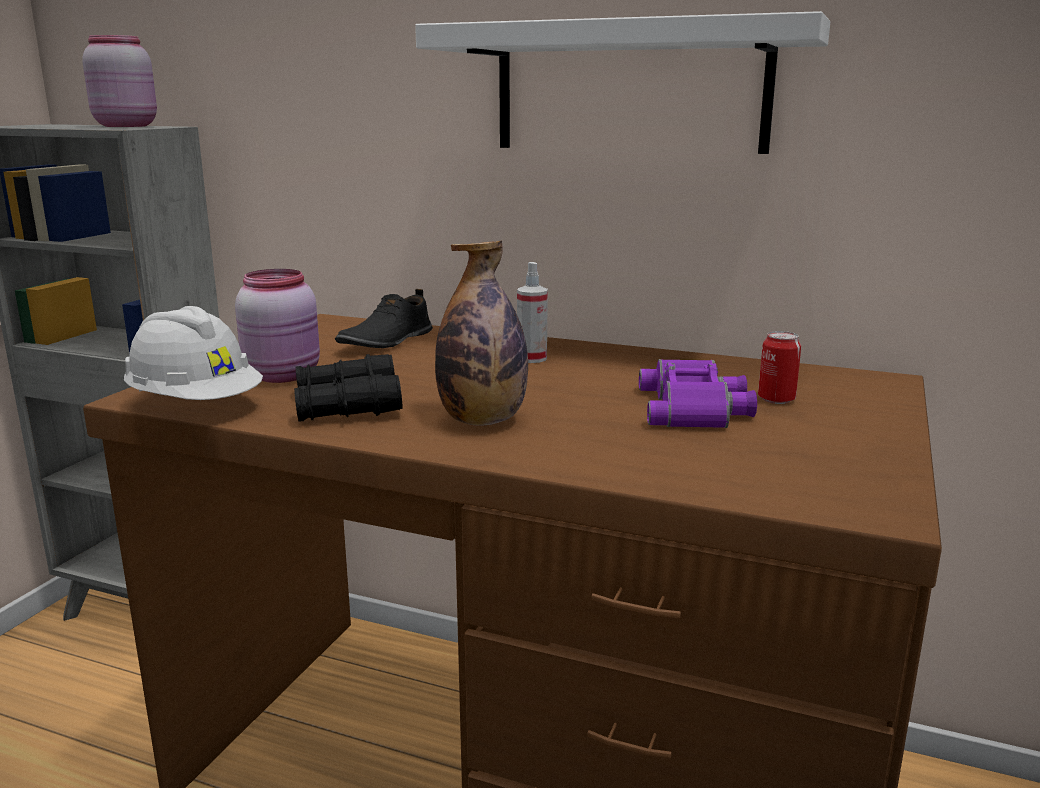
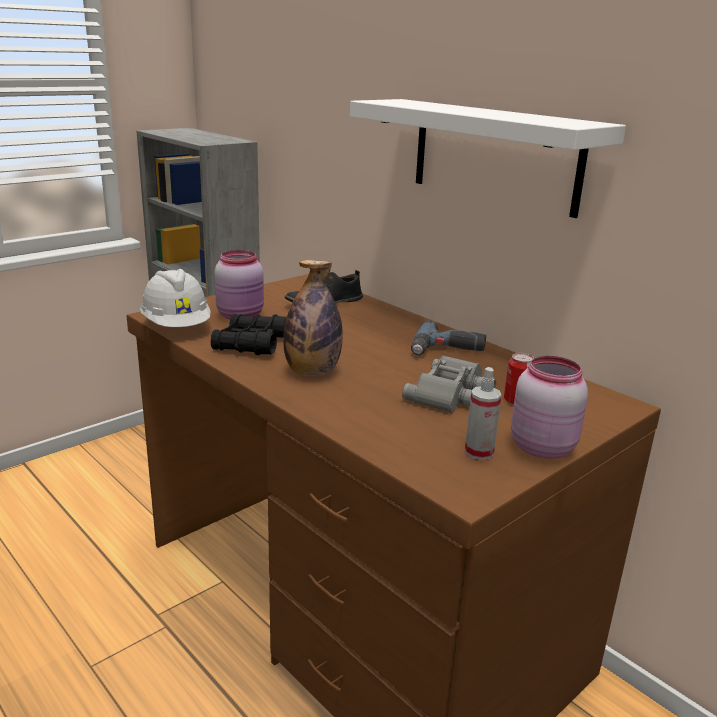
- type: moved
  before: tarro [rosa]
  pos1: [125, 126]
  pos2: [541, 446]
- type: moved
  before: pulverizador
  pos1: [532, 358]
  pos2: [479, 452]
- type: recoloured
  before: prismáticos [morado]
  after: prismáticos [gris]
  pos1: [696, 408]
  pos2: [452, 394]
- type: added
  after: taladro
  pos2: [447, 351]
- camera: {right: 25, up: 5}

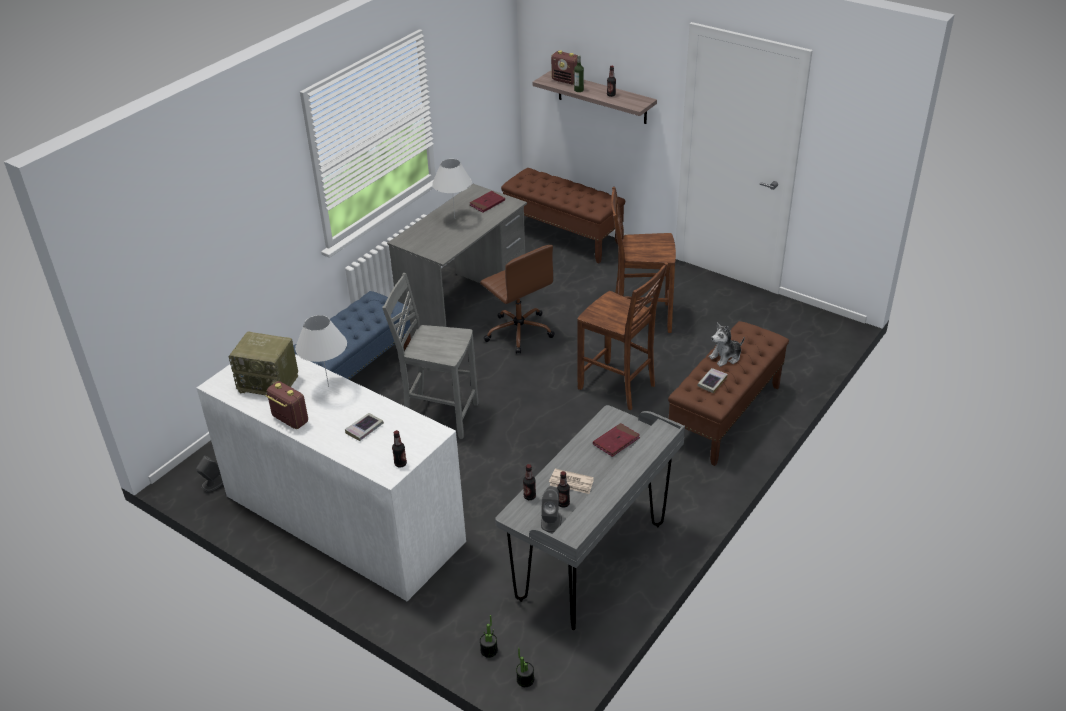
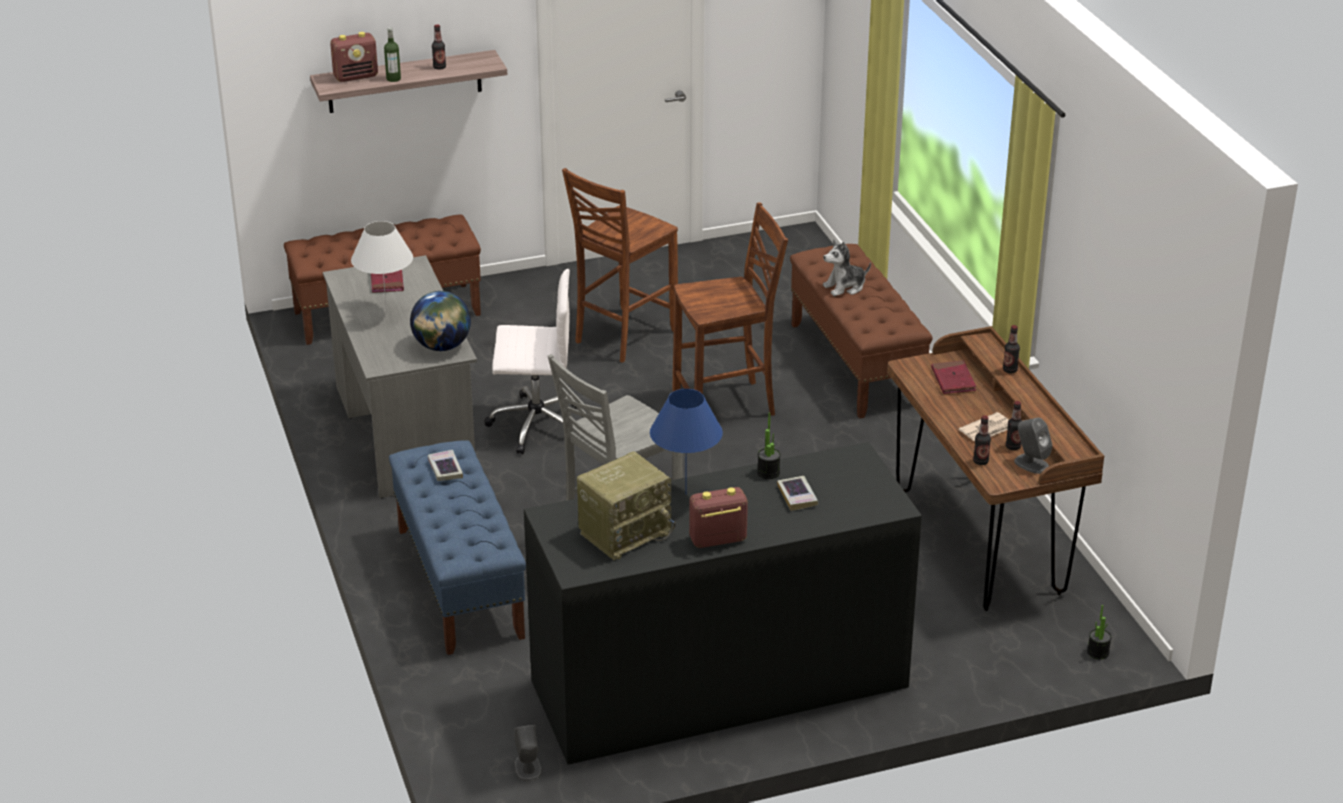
- type: recoloured
  before: silla de oficina [marrón]
  after: silla de oficina [blanco]
  pos1: [518, 331]
  pos2: [535, 424]
- type: recoloured
  before: lámpara de mesa [blanco]
  after: lámpara de mesa [azul]
  pos1: [328, 387]
  pos2: [686, 494]
- type: turned
  before: peluche
  pos1: [726, 357]
  pos2: [845, 287]
  turn: 60
- type: recoloured
  before: cómoda [blanco]
  after: cómoda [negro]
  pos1: [343, 518]
  pos2: [719, 684]
- type: moved
  before: libro
  pos1: [712, 382]
  pos2: [445, 469]
- type: recoloured
  before: escritorio [gris]
  after: escritorio [marrón]
  pos1: [592, 562]
  pos2: [979, 542]
- type: moved
  before: botella
  pos1: [400, 464]
  pos2: [1010, 370]
- type: moved
  before: planta en maceta
  pos1: [489, 650]
  pos2: [768, 473]
- type: added
  after: globo terráqueo
  pos2: [442, 346]
- camera: {right: -55, up: -5}

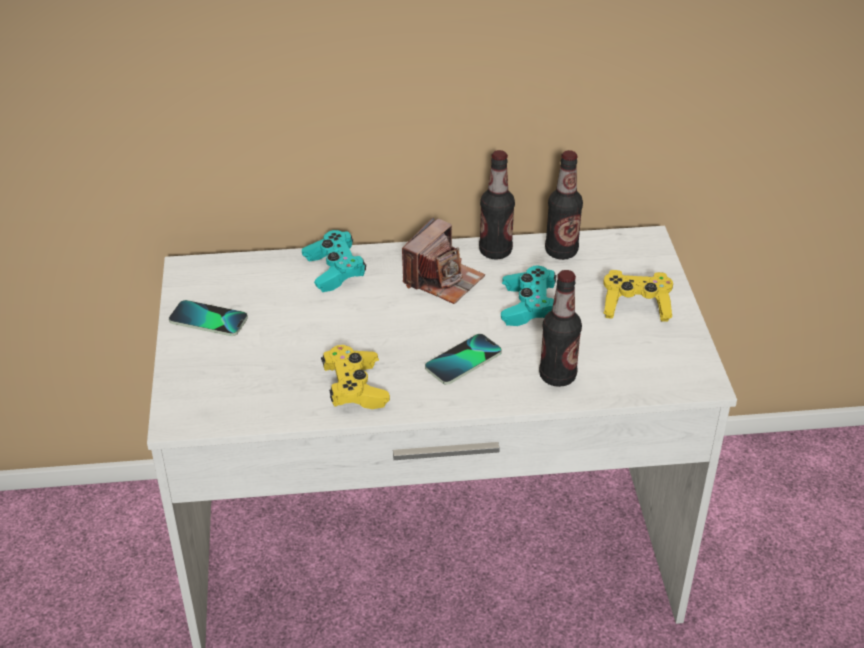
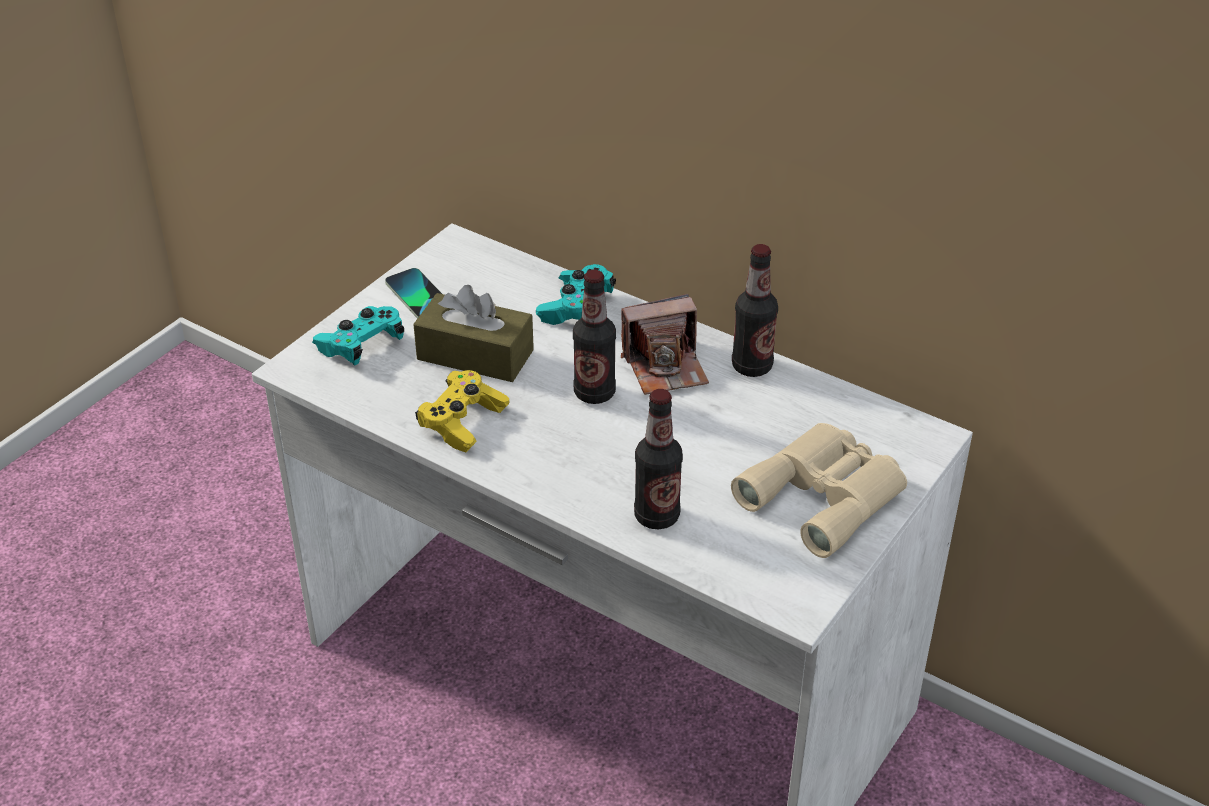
- type: moved
  before: botella
  pos1: [561, 251]
  pos2: [594, 393]
- type: moved
  before: mando de consola [turquesa]
  pos1: [528, 306]
  pos2: [361, 346]
- type: replaced
  before: mando de consola [amarillo]
  after: prismáticos [beis]
  pos1: [635, 306]
  pos2: [826, 495]
- type: removed
  before: móvil
  pos1: [463, 360]
- type: added
  after: caja de pañuelos [marrón]
  pos2: [475, 355]
- camera: {right: 40, up: 0}

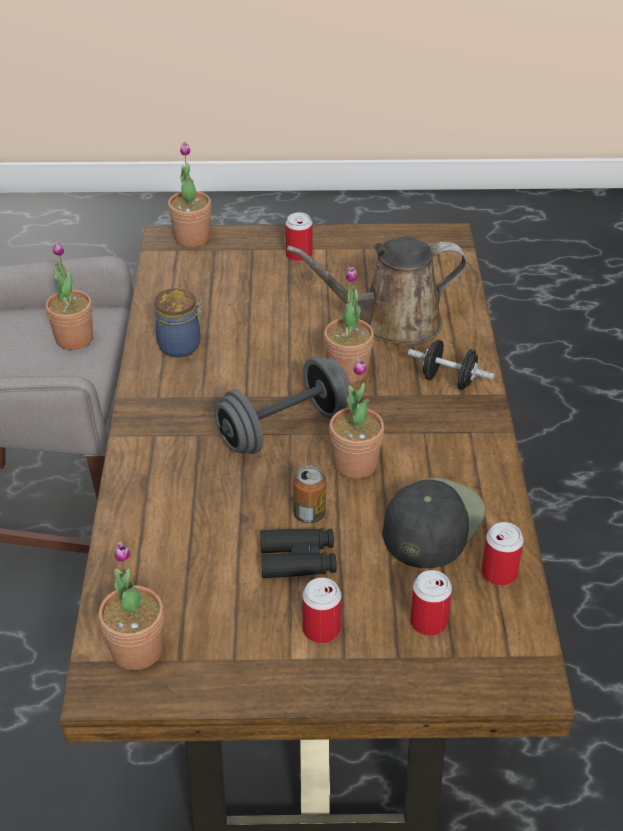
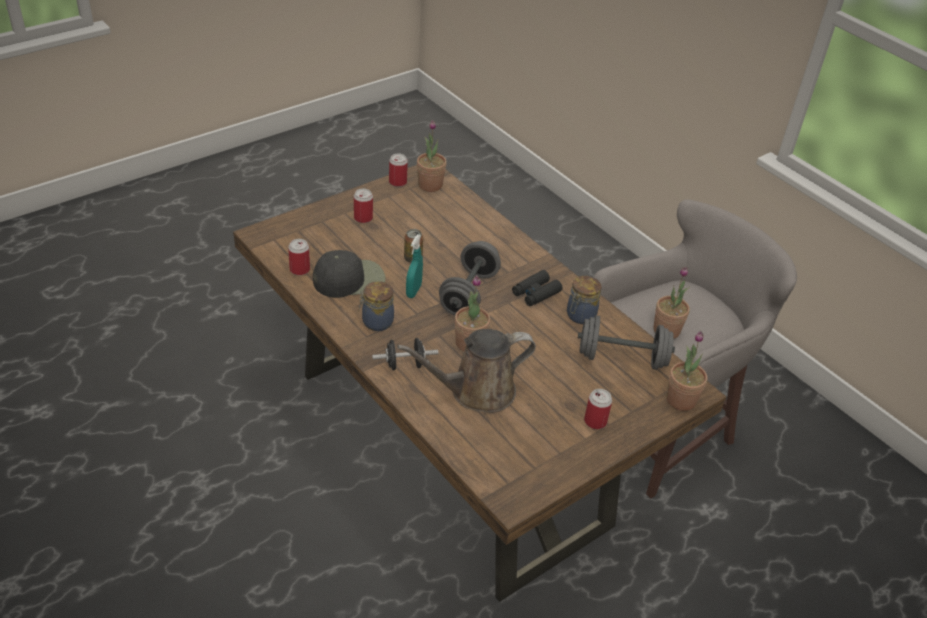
- type: turned
  before: regadera [marrón]
  pos1: [392, 323]
  pos2: [476, 391]
  turn: -150
- type: replaced
  before: planta en maceta
  after: pulverizador [turquesa]
  pos1: [355, 464]
  pos2: [413, 291]
- type: turned
  before: gorra [negro]
  pos1: [432, 522]
  pos2: [349, 279]
  turn: -105
- type: moved
  before: prismáticos [negro]
  pos1: [298, 559]
  pos2: [536, 293]
- type: moved
  before: lata
  pos1: [428, 622]
  pos2: [397, 182]
- type: added
  after: tarro
  pos2: [376, 322]
- type: added
  after: mancuerna [gris]
  pos2: [622, 358]
- camera: {right: 140, up: 0}

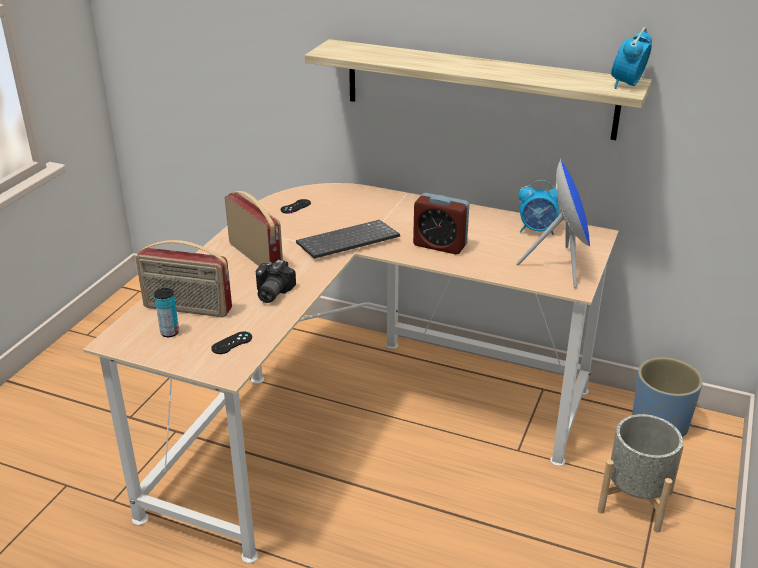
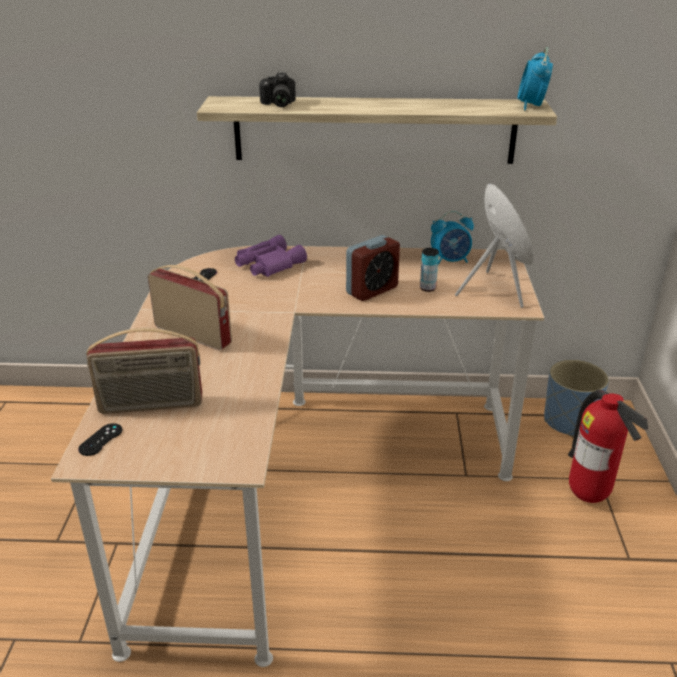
- type: turned
  before: despertador
  pos1: [440, 245]
  pos2: [372, 290]
  turn: -45
- type: removed
  before: teclado
  pos1: [347, 242]
- type: moved
  before: cámara
  pos1: [270, 293]
  pos2: [277, 104]
- type: moved
  before: lata
  pos1: [169, 332]
  pos2: [427, 288]
- type: moved
  before: mando de consola [negro]
  pos1: [232, 343]
  pos2: [100, 439]
- type: replaced
  before: maceta [gris]
  after: extintor
  pos1: [635, 501]
  pos2: [589, 496]
- type: added
  after: prismáticos [morado]
  pos2: [267, 264]
- camera: {right: -20, up: 0}

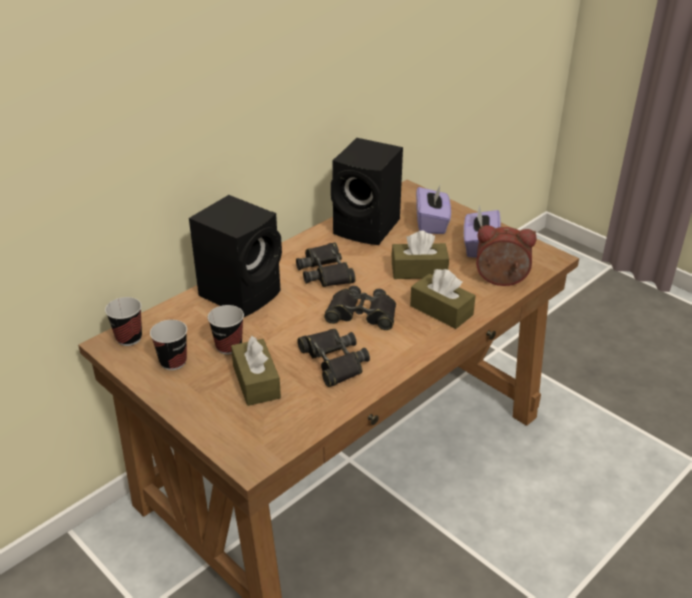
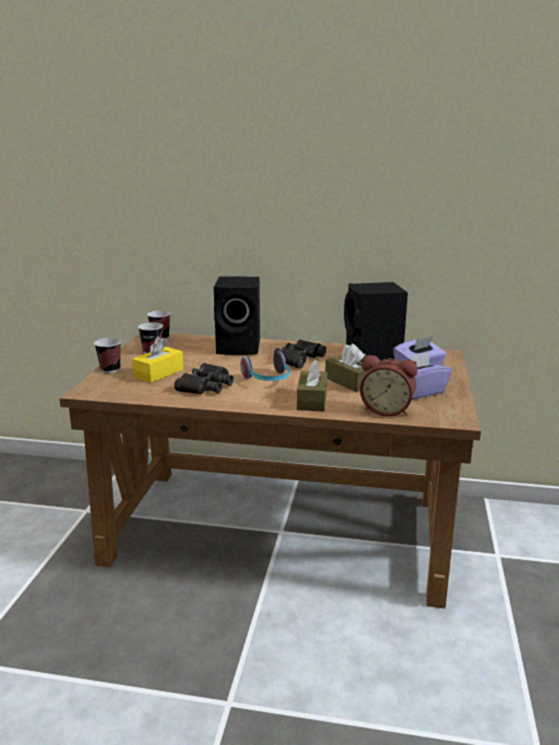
- type: turned
  before: despertador
  pos1: [501, 280]
  pos2: [387, 410]
  turn: 135
- type: replaced
  before: prismáticos [negro]
  after: auriculares
  pos1: [362, 314]
  pos2: [268, 380]
- type: moved
  before: taza
  pos1: [229, 346]
  pos2: [110, 369]
- type: recoloured
  before: caja de pañuelos [marrón]
  after: caja de pañuelos [amarillo]
  pos1: [256, 382]
  pos2: [159, 373]
- camera: {right: 55, up: -15}

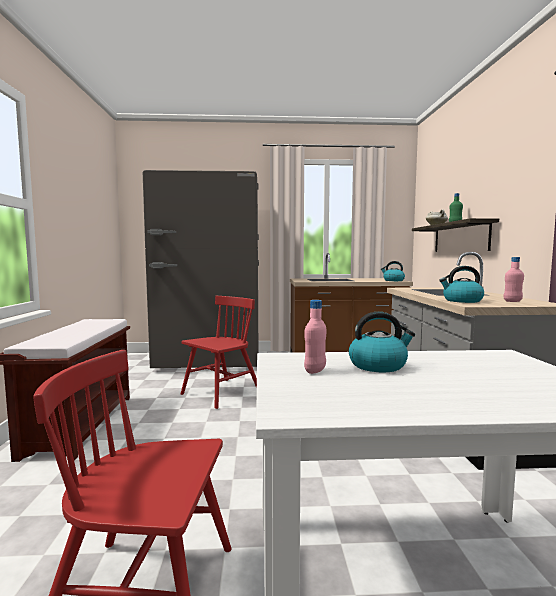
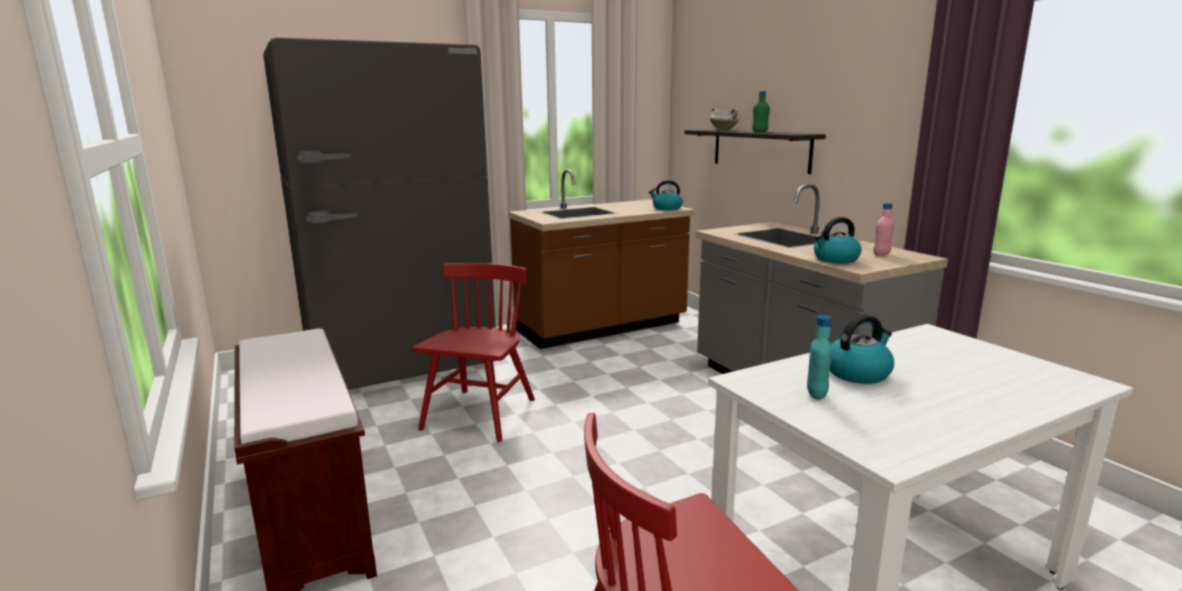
- type: recoloured
  before: botella [rosa]
  after: botella [turquesa]
  pos1: [315, 371]
  pos2: [816, 394]
- camera: {right: -25, up: 10}

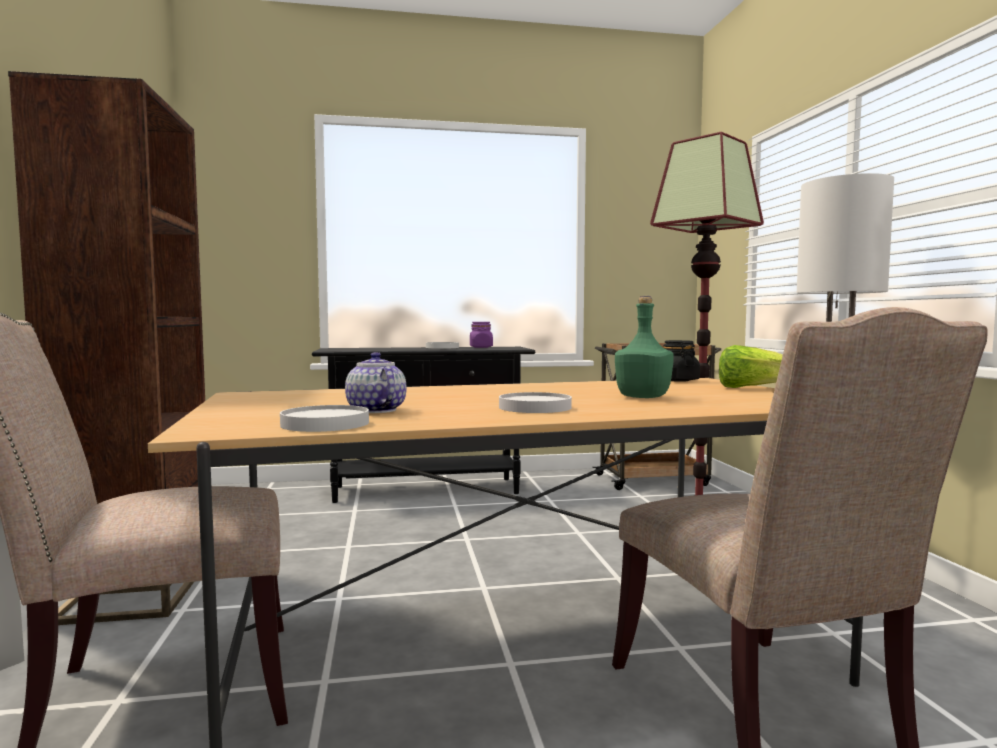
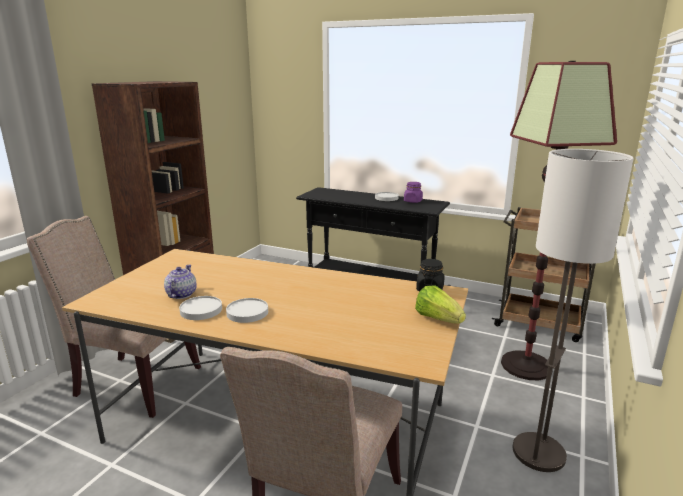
- type: removed
  before: botella [verde]
  pos1: [644, 397]
- type: moved
  before: plato [blanco]
  pos1: [325, 424]
  pos2: [201, 310]
- camera: {right: 35, up: 15}

